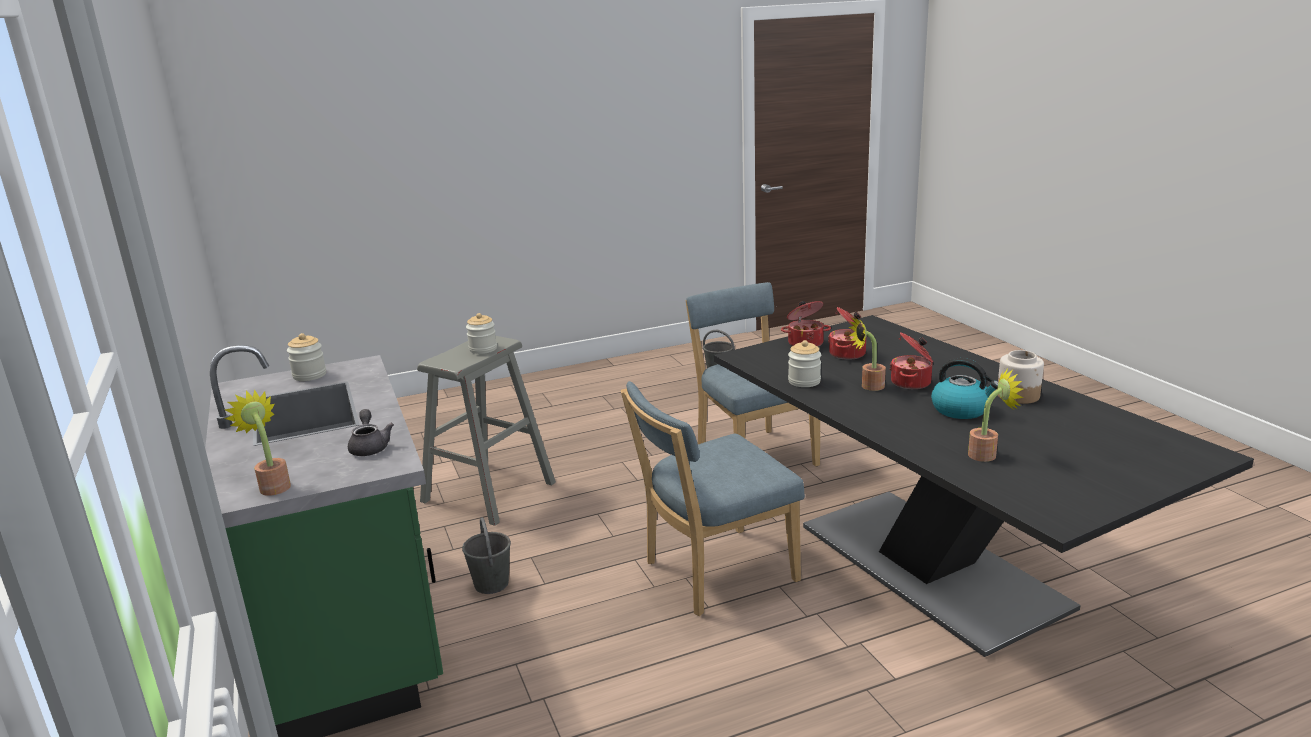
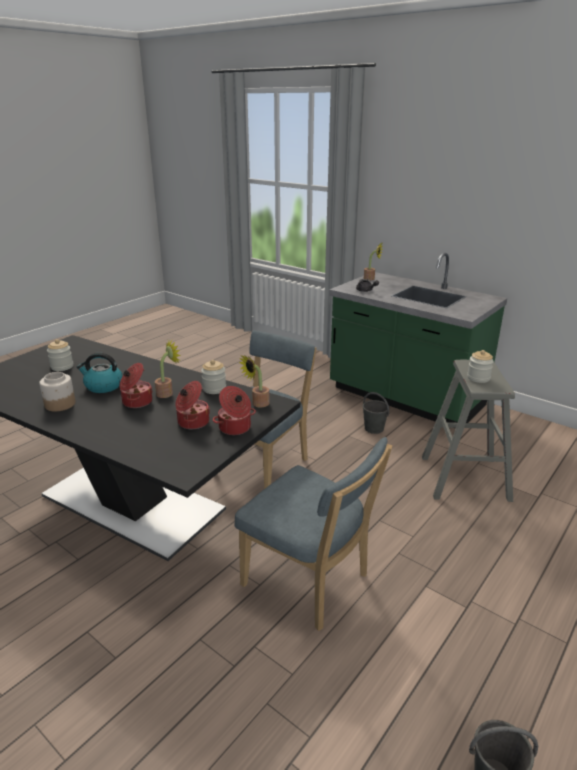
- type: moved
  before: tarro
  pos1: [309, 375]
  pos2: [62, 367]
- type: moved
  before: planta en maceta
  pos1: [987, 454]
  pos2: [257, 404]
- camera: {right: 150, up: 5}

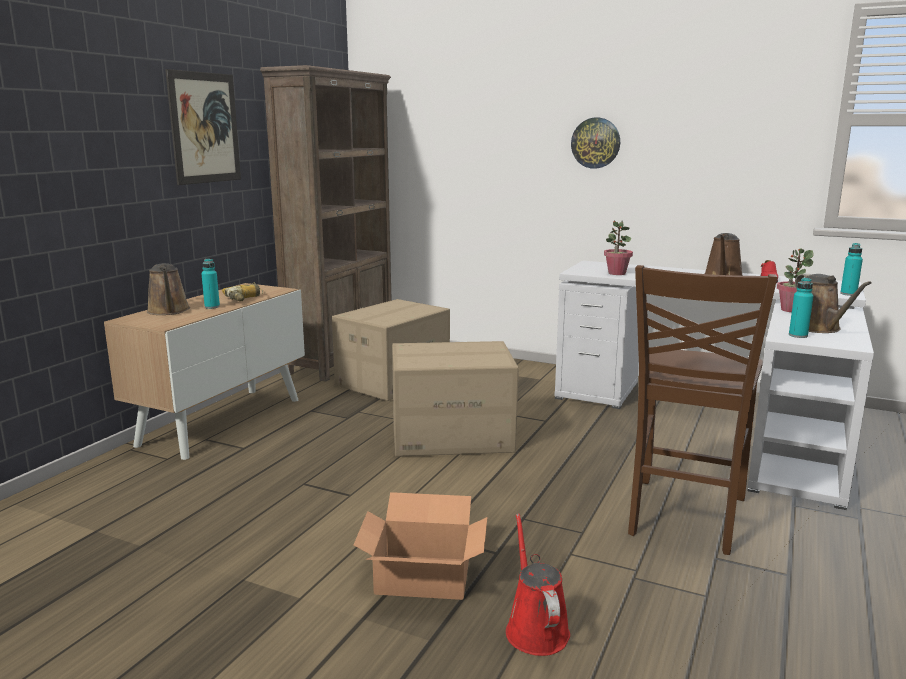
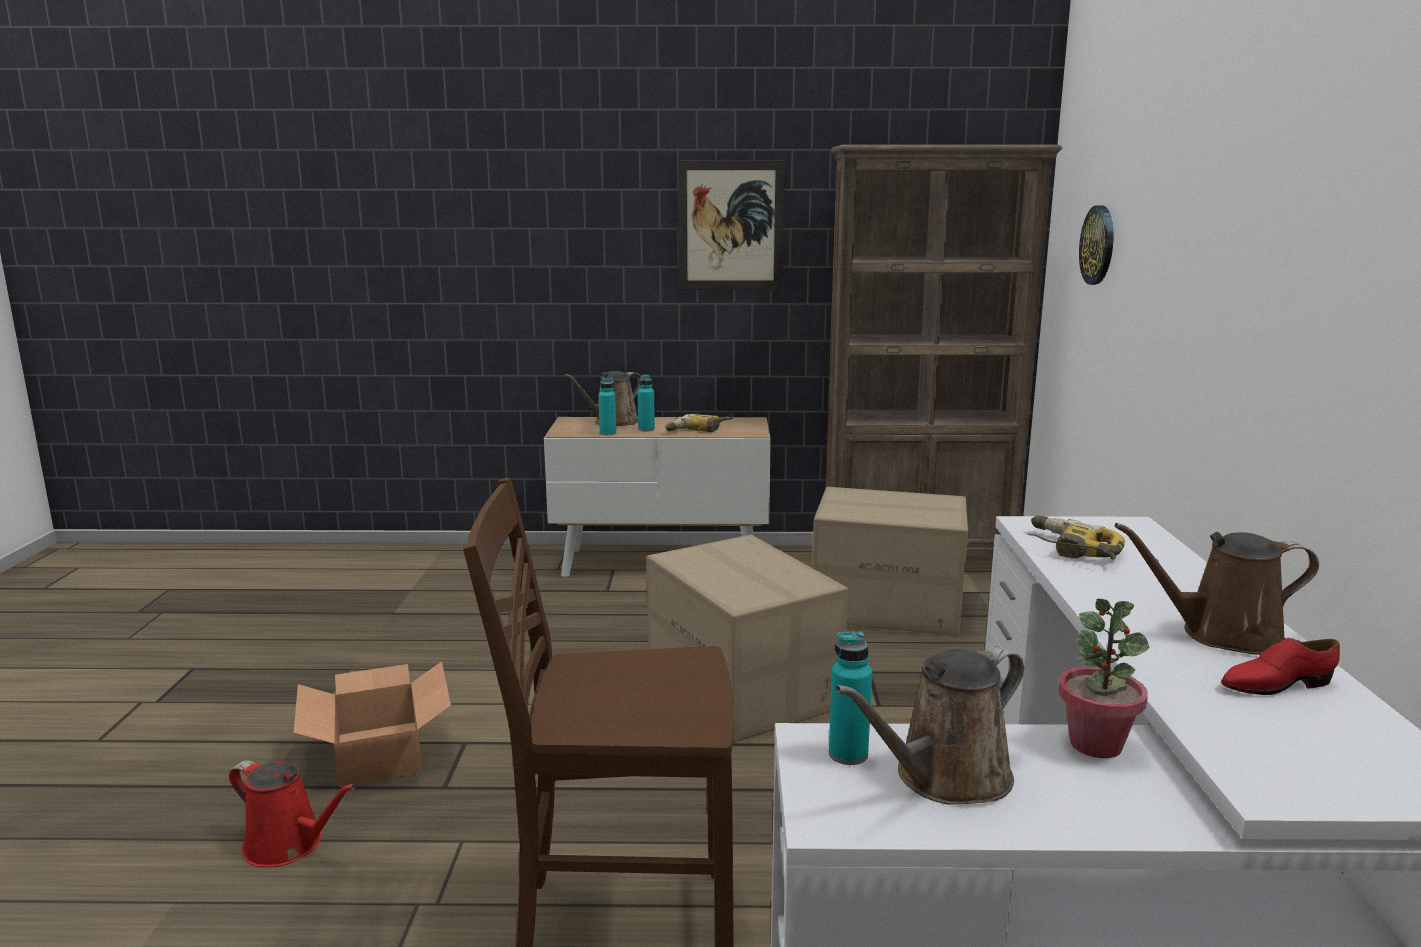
- type: moved
  before: reloj de pared
  pos1: [595, 143]
  pos2: [1098, 245]
- type: replaced
  before: planta en maceta
  after: taladro
  pos1: [616, 273]
  pos2: [1070, 549]
- type: moved
  before: botella [turquesa]
  pos1: [848, 294]
  pos2: [608, 433]
- type: turned
  before: regadera [rojo]
  pos1: [535, 628]
  pos2: [289, 845]
  turn: 60
- camera: {right: 65, up: 0}

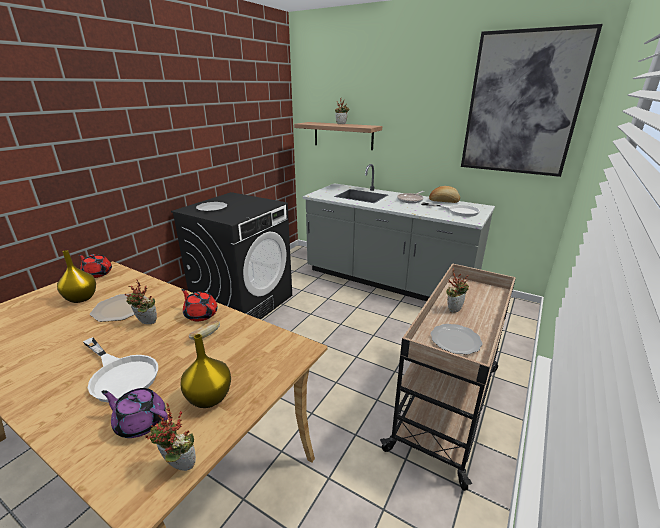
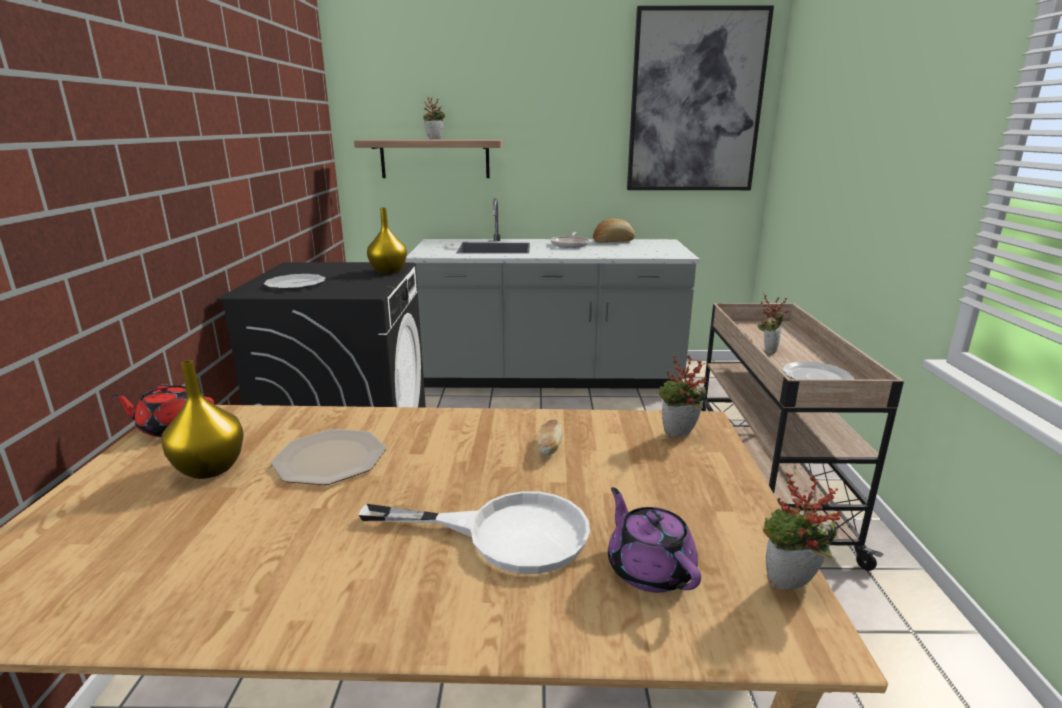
- type: removed
  before: sartén [blanco]
  pos1: [457, 211]
- type: moved
  before: planta en maceta
  pos1: [145, 323]
  pos2: [679, 435]
- type: removed
  before: tetera [rojo]
  pos1: [201, 314]
- type: moved
  before: florero [amarillo]
  pos1: [210, 398]
  pos2: [389, 271]
- type: turned
  before: tetera [morado]
  pos1: [140, 422]
  pos2: [649, 569]
  turn: 75
- camera: {right: -30, up: -5}

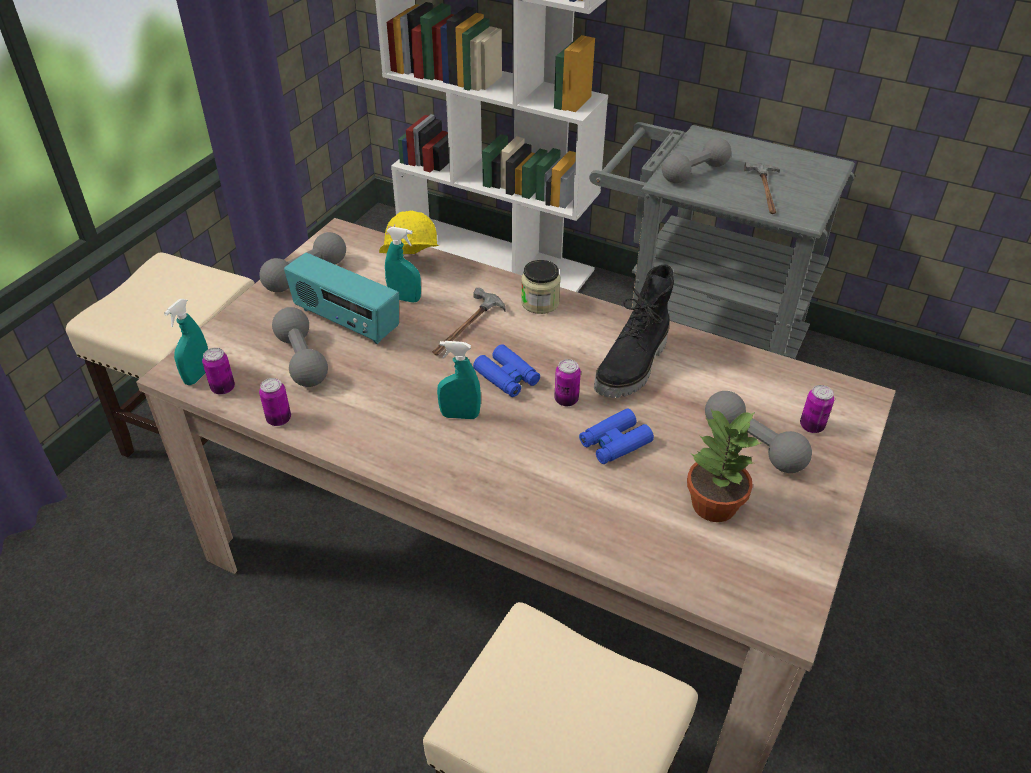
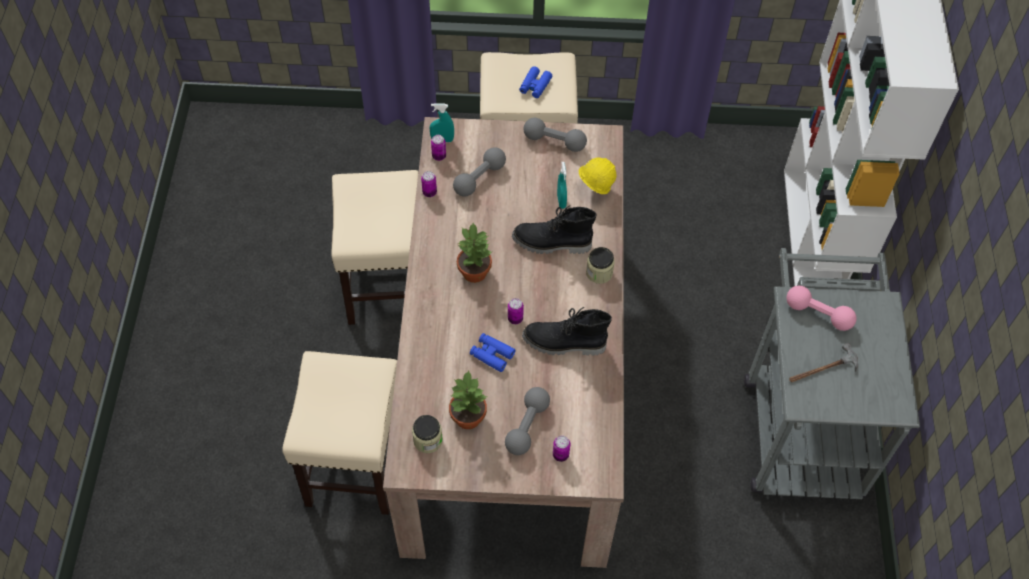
- type: recoloured
  before: mancuerna [gris]
  after: mancuerna [rosa]
  pos1: [694, 173]
  pos2: [818, 314]
- type: removed
  before: radio
  pos1: [346, 322]
- type: replaced
  before: martillo
  after: bota [negro]
  pos1: [466, 328]
  pos2: [551, 244]
- type: replaced
  before: pulverizador [turquesa]
  after: planta en maceta
  pos1: [460, 415]
  pos2: [475, 272]
- type: moved
  before: prismáticos [azul]
  pos1: [507, 377]
  pos2: [535, 86]
- type: added
  after: taburete [beis]
  pos2: [386, 282]
- type: added
  after: tarro
  pos2: [428, 440]
- camera: {right: 65, up: 15}

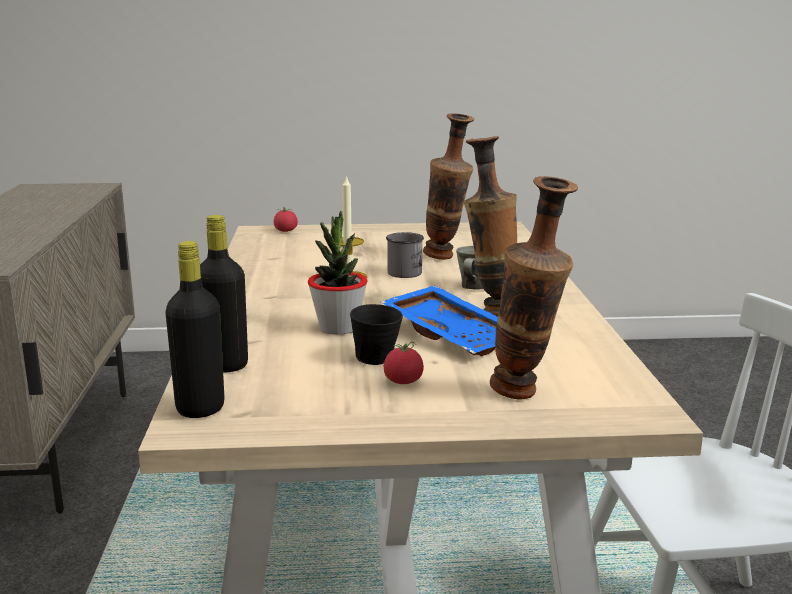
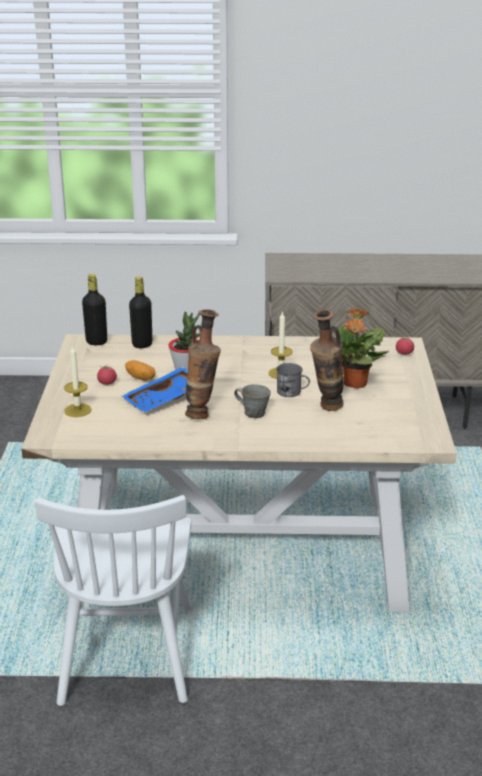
- type: replaced
  before: florero
  after: vela
  pos1: [525, 396]
  pos2: [77, 410]
- type: replaced
  before: taza grande [negro]
  after: patata
  pos1: [375, 357]
  pos2: [140, 377]
- type: added
  after: planta en maceta
  pos2: [354, 384]
- camera: {right: 95, up: 10}

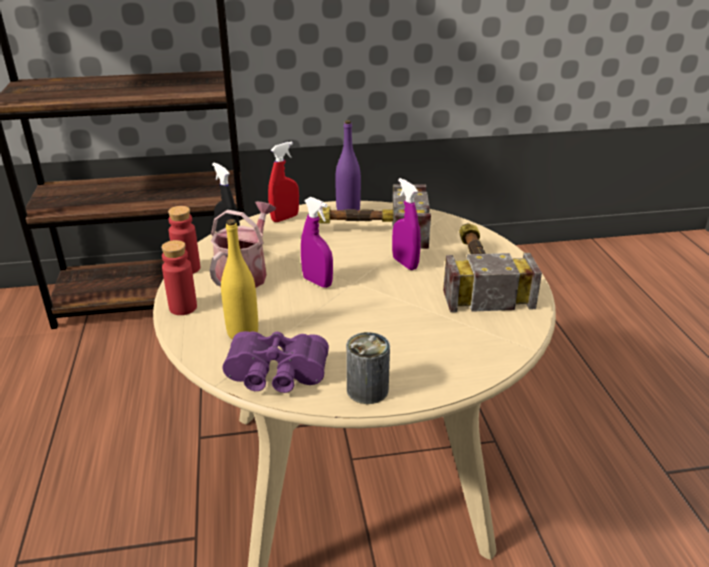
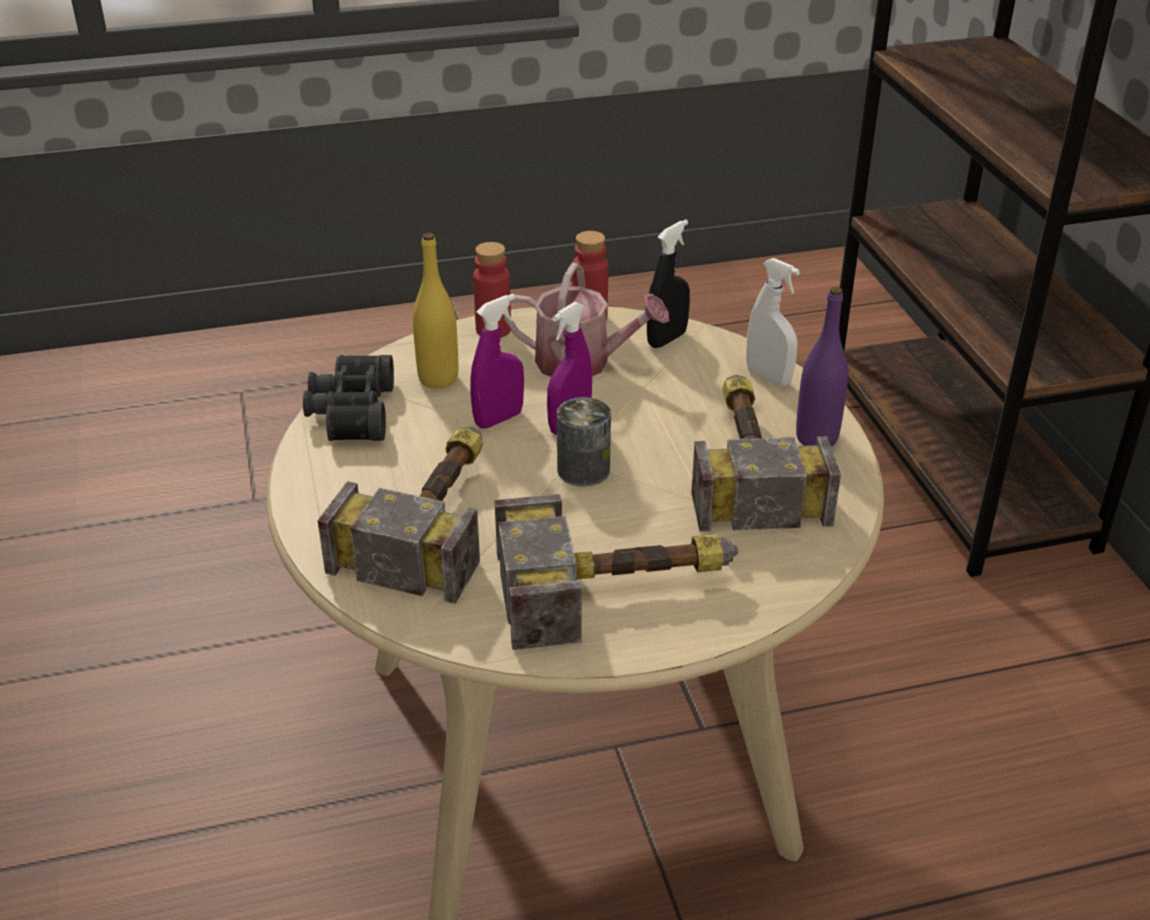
- type: recoloured
  before: pulverizador [rojo]
  after: pulverizador [blanco]
  pos1: [285, 218]
  pos2: [768, 377]
- type: moved
  before: pulverizador [morado]
  pos1: [405, 263]
  pos2: [499, 419]
- type: recoloured
  before: prismáticos [morado]
  after: prismáticos [negro]
  pos1: [275, 376]
  pos2: [349, 412]
- type: moved
  before: lata
  pos1: [367, 389]
  pos2: [583, 470]
- type: added
  after: martillo
  pos2: [435, 518]
- camera: {right: 85, up: 5}

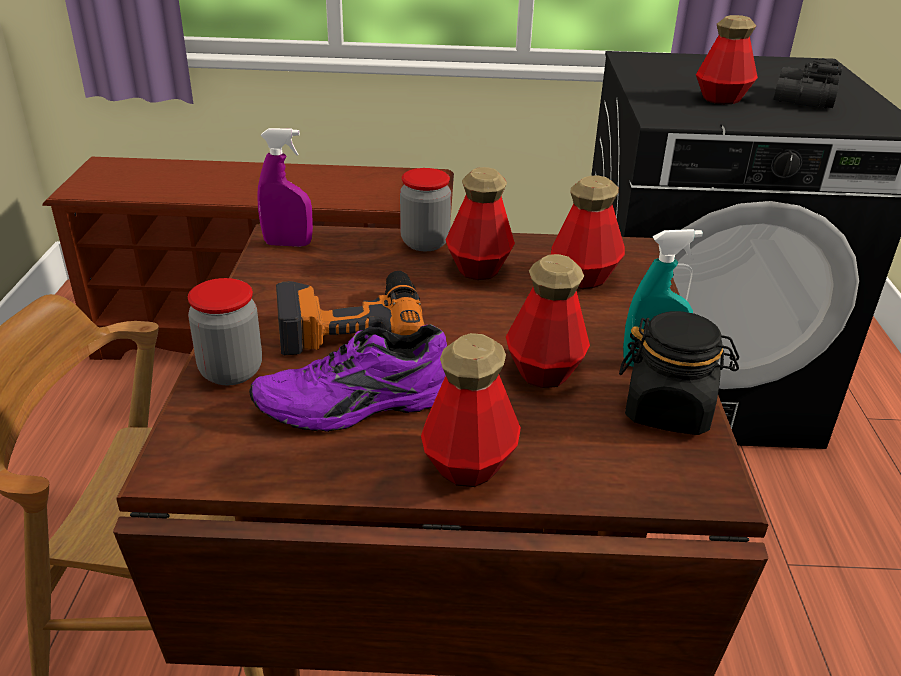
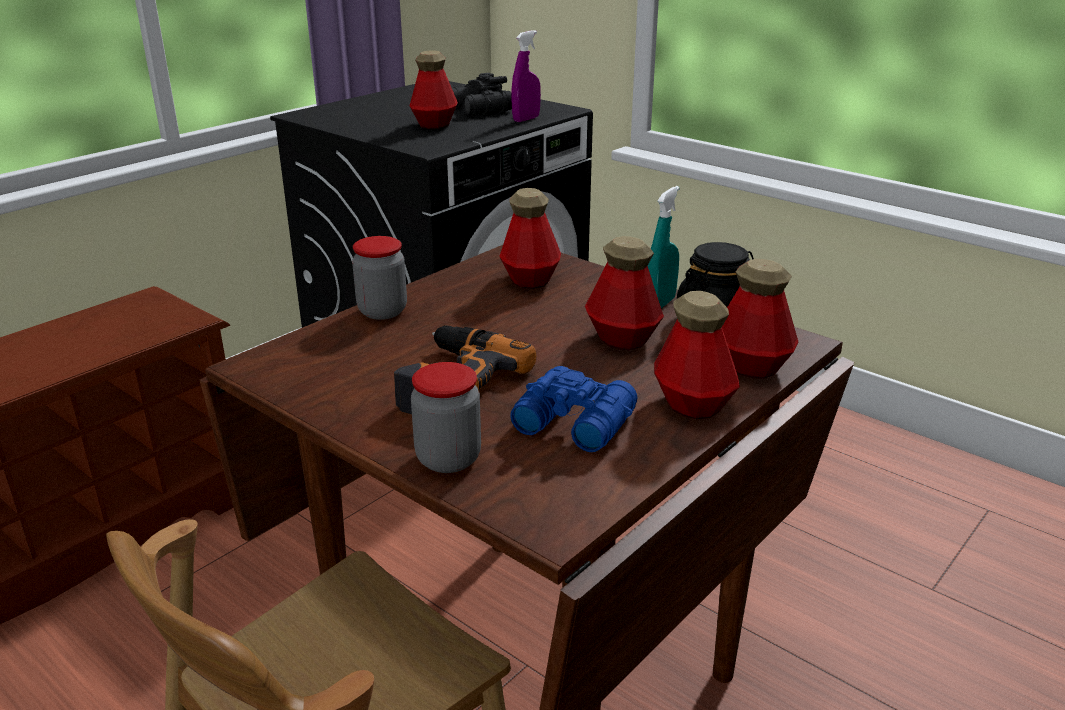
- type: moved
  before: pulverizador [morado]
  pos1: [288, 244]
  pos2: [526, 119]
- type: moved
  before: botella
  pos1: [478, 268]
  pos2: [750, 366]
- type: replaced
  before: zapato [morado]
  after: prismáticos [azul]
  pos1: [357, 406]
  pos2: [573, 421]
- camera: {right: -50, up: -5}

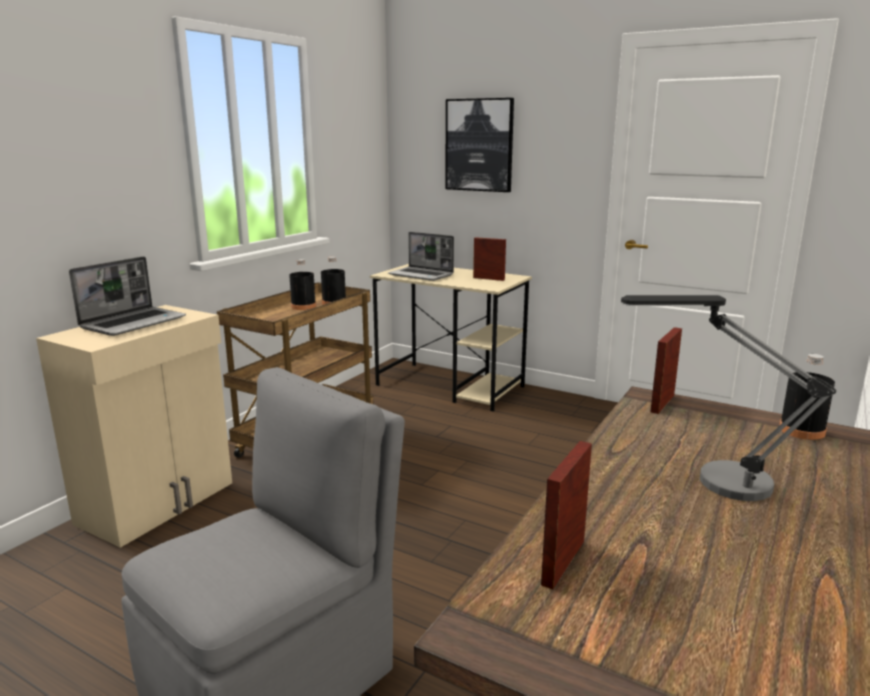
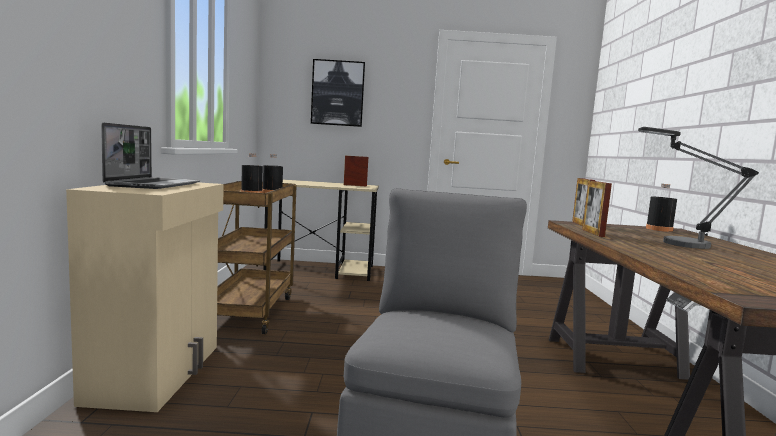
- type: removed
  before: portátil
  pos1: [422, 275]
- type: moved
  before: portarretratos
  pos1: [563, 562]
  pos2: [593, 233]
- camera: {right: -30, up: -10}

